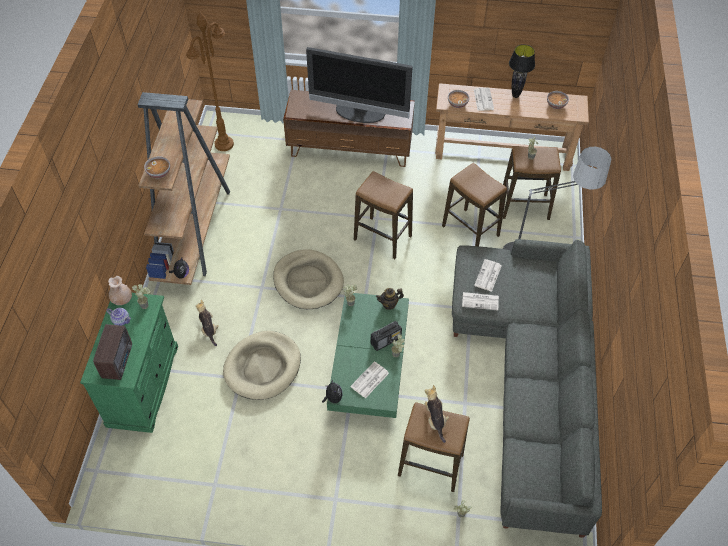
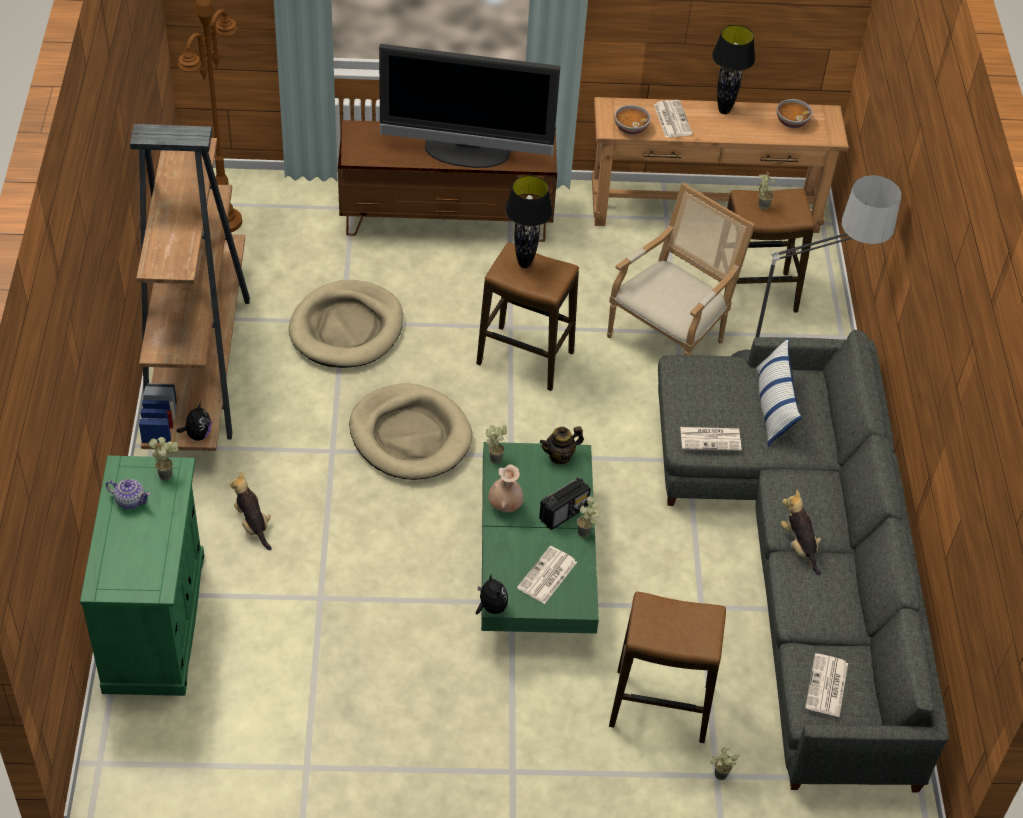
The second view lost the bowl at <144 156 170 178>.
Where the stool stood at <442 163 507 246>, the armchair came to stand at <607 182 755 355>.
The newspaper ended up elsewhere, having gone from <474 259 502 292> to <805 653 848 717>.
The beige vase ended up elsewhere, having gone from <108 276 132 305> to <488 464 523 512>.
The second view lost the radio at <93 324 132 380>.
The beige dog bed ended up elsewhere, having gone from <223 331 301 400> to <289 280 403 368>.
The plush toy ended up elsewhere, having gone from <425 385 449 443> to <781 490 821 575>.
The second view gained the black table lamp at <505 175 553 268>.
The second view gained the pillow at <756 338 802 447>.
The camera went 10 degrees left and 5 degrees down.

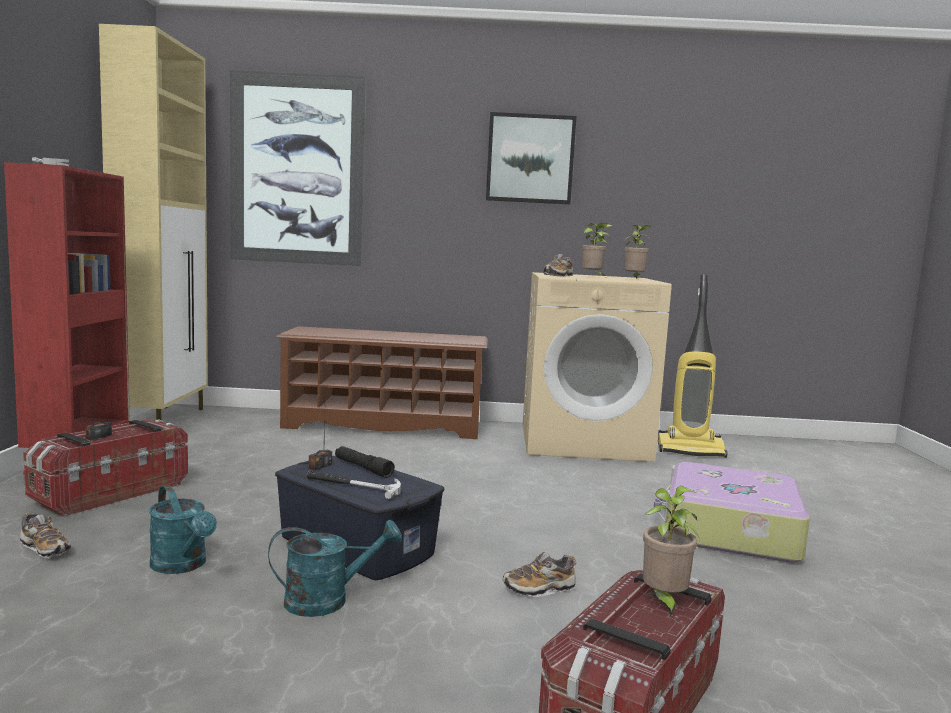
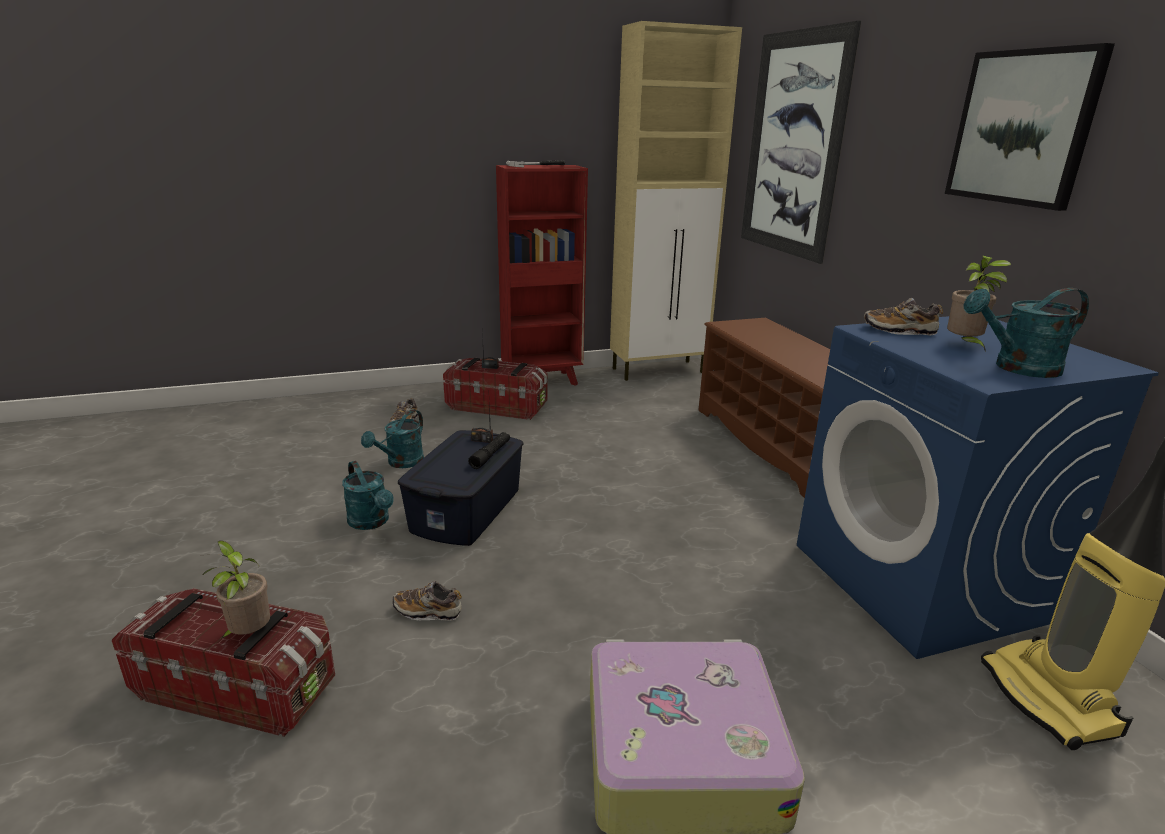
Where the potted plant stood at <624 225 651 279>, the turquoise watering can came to stand at <963 288 1089 378>.
What was the beige washing machine at <523 272 672 462> turned into the blue washing machine at <797 316 1159 659>.
The second view lost the hammer at <306 470 401 499>.
The shoe at <503 552 577 597> ended up facing another way, 45 degrees counterclockwise from before.
The camera went 70 degrees right and 15 degrees up.

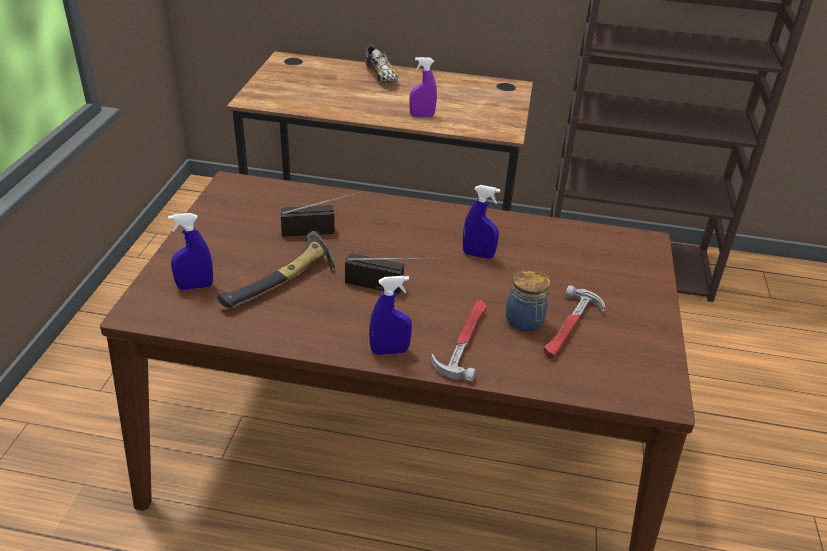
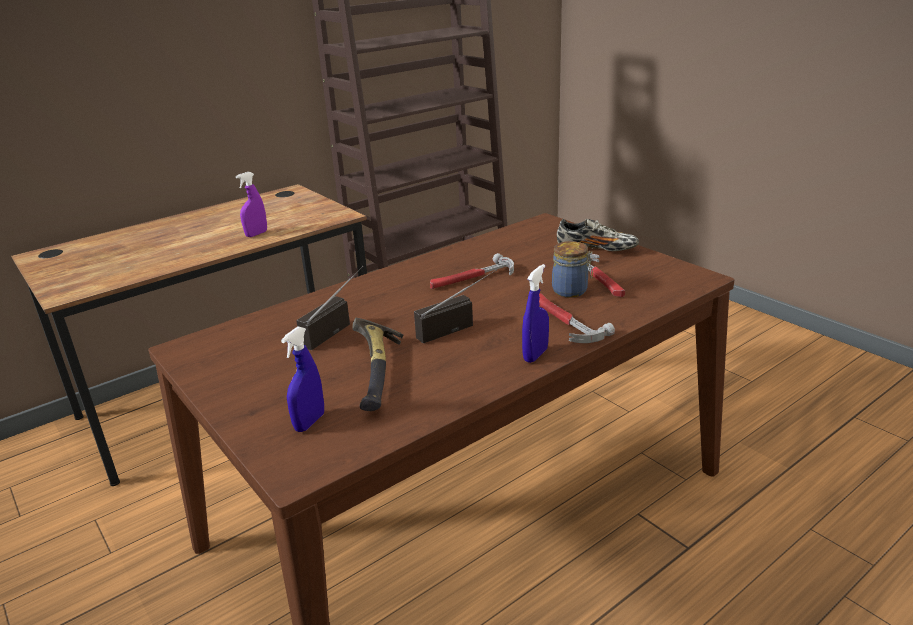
The shoe ended up elsewhere, having gone from <365 45 399 83> to <557 219 639 251>.
Where the blue spray bottle stood at <463 185 500 259>, the hammer came to stand at <430 253 514 289>.
The camera went 45 degrees left and 10 degrees down.

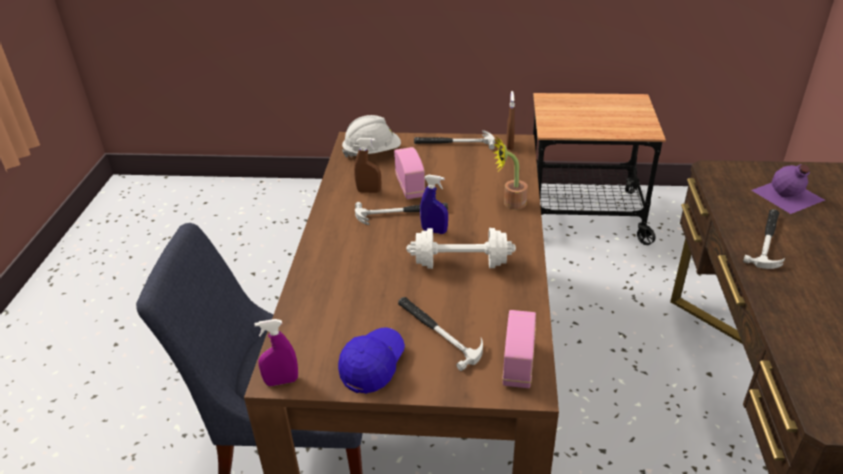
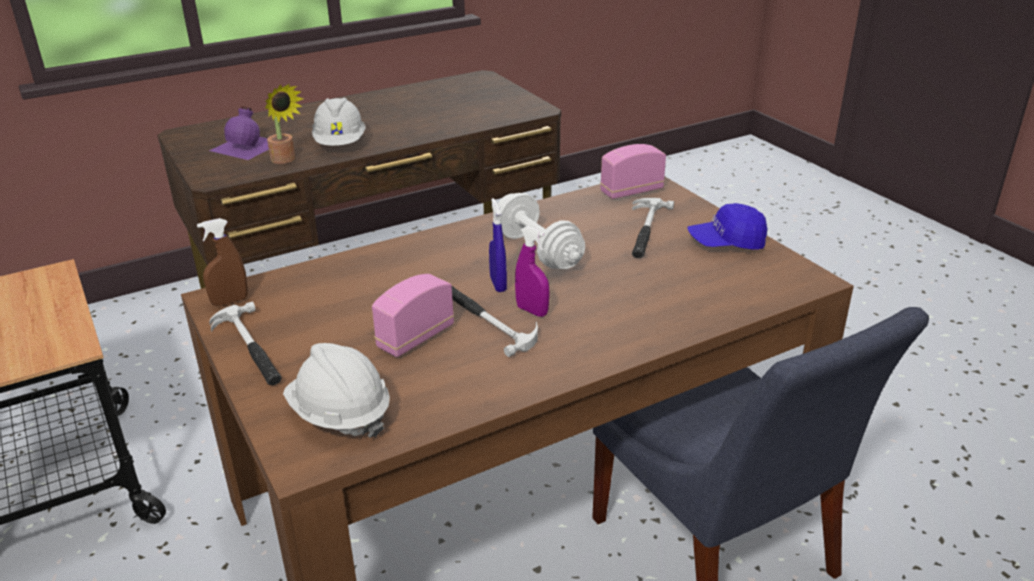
The potted plant ended up elsewhere, having gone from <493 136 528 210> to <265 84 303 164>.
The second view lost the brown spray bottle at <354 138 381 193>.
Where the hammer stood at <743 209 785 269>, the white hard hat came to stand at <312 97 366 146>.
The purple spray bottle ended up elsewhere, having gone from <254 319 298 386> to <515 226 549 317>.
The camera went 125 degrees left and 5 degrees down.

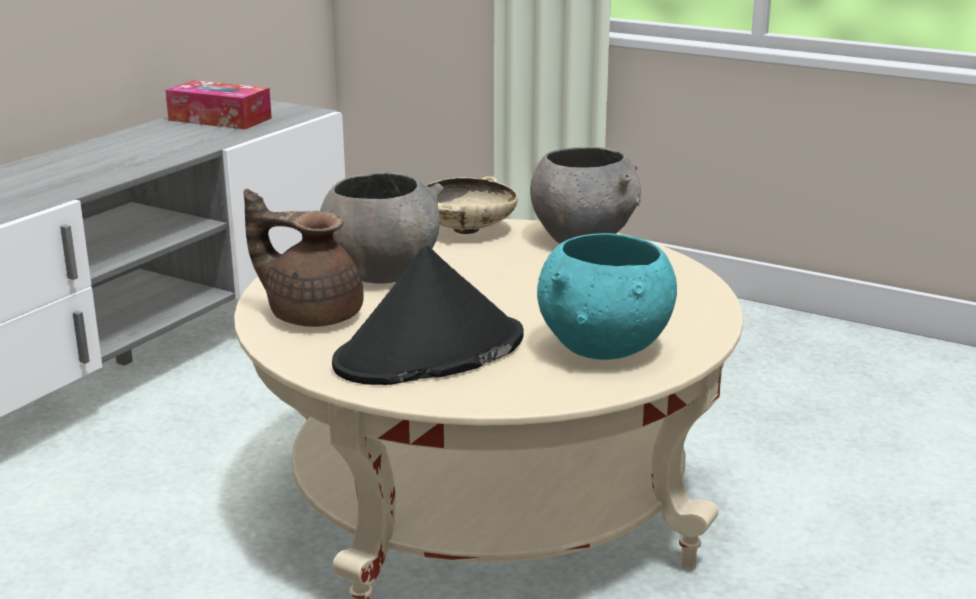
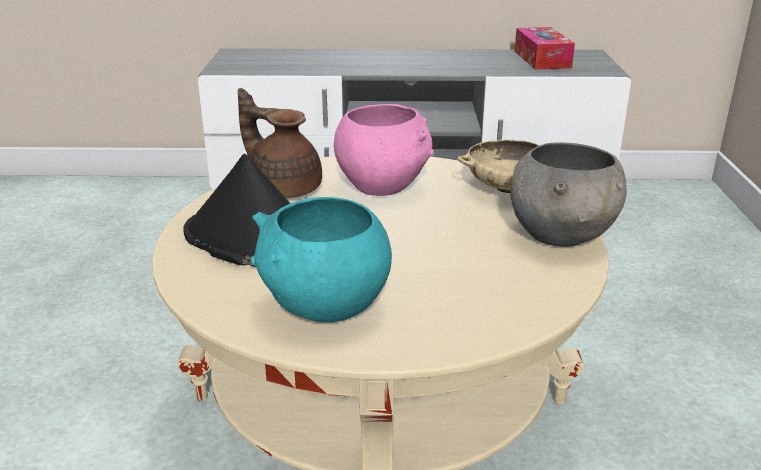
What was the grey bowl at <320 171 443 284> turned into the pink bowl at <334 104 434 196>.
The brown teapot at <244 189 364 327> ended up facing another way, 45 degrees counterclockwise from before.
The camera went 60 degrees right and 5 degrees up.

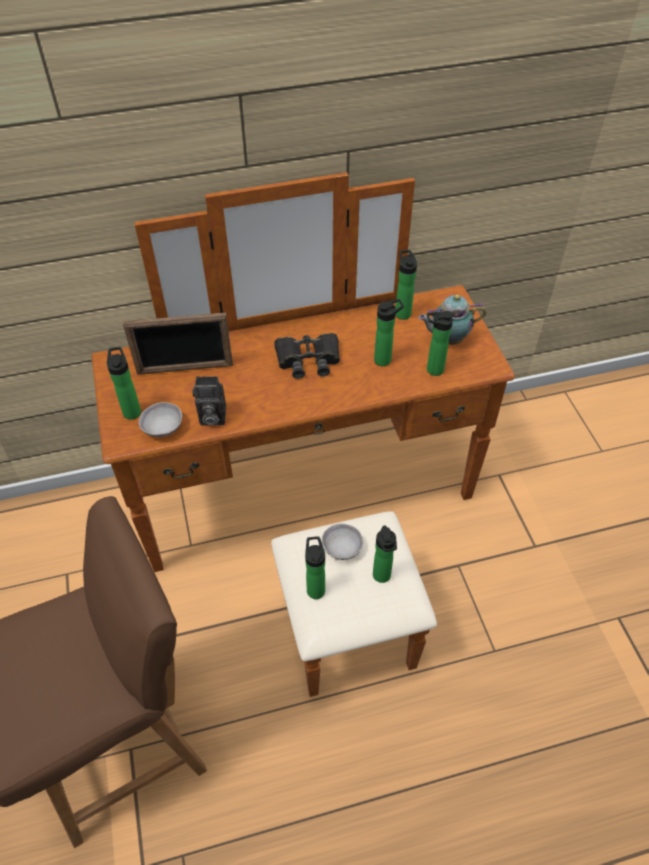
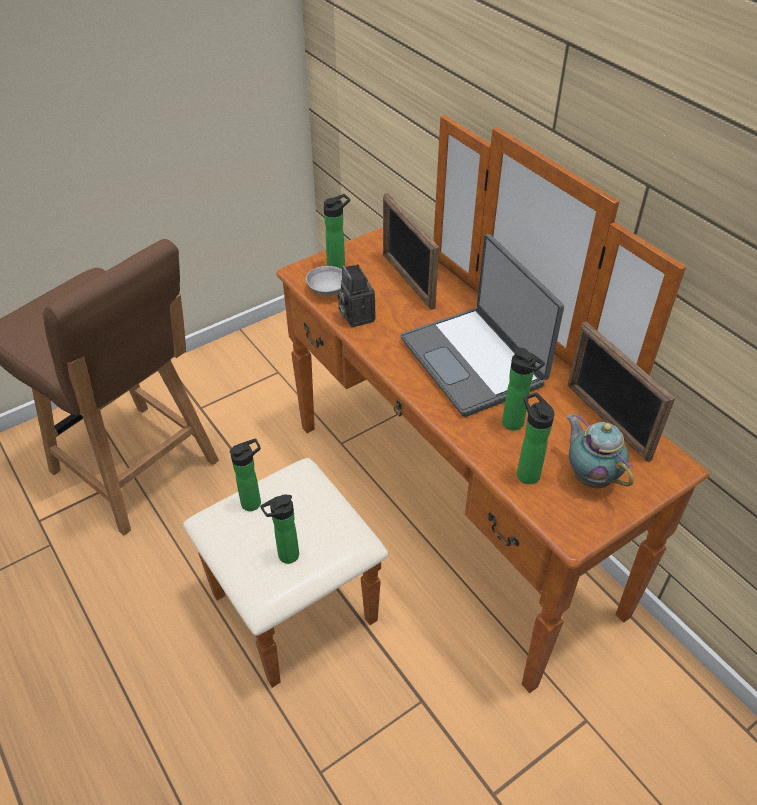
Where the bottle stood at <396 250 417 320>, the picture frame came to stand at <567 321 675 462>.
Where the black binoculars stood at <274 333 340 379>, the laptop came to stand at <400 234 564 417>.
The second view lost the grey bowl at <322 524 363 560>.
The camera went 70 degrees right and 5 degrees down.

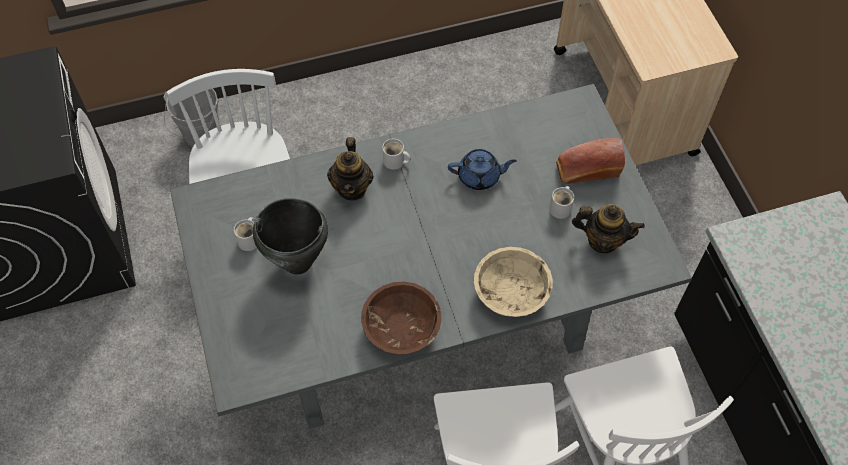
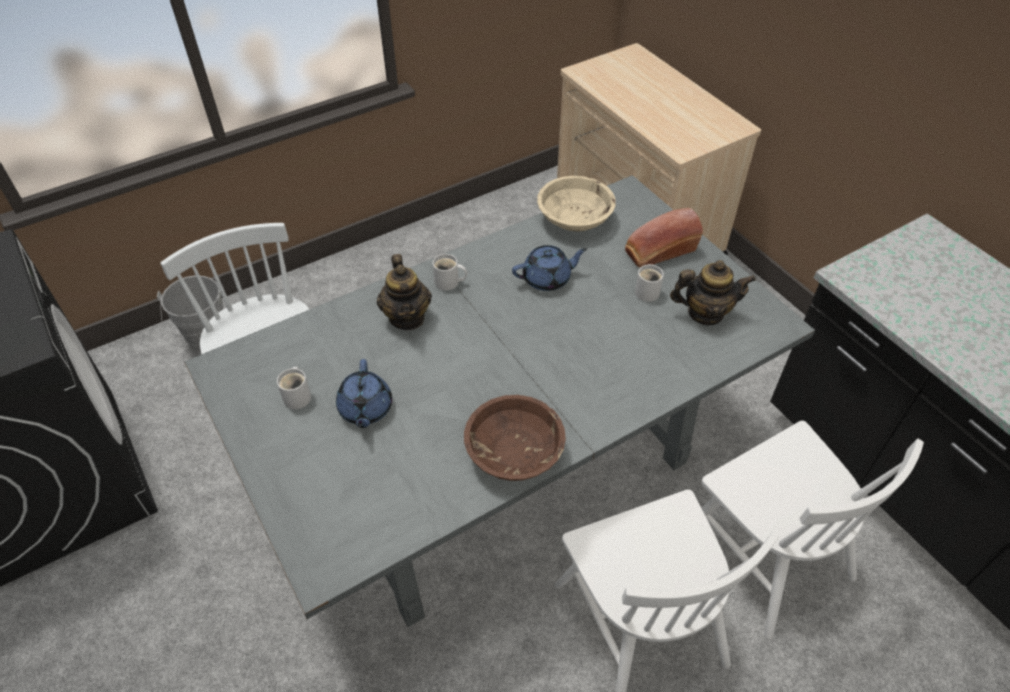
Where the black cooking pot stood at <253 198 328 275>, the blue teapot came to stand at <336 359 392 428>.
The beige bowl ended up elsewhere, having gone from <474 247 553 317> to <537 176 616 231>.
The camera went 15 degrees left and 10 degrees down.

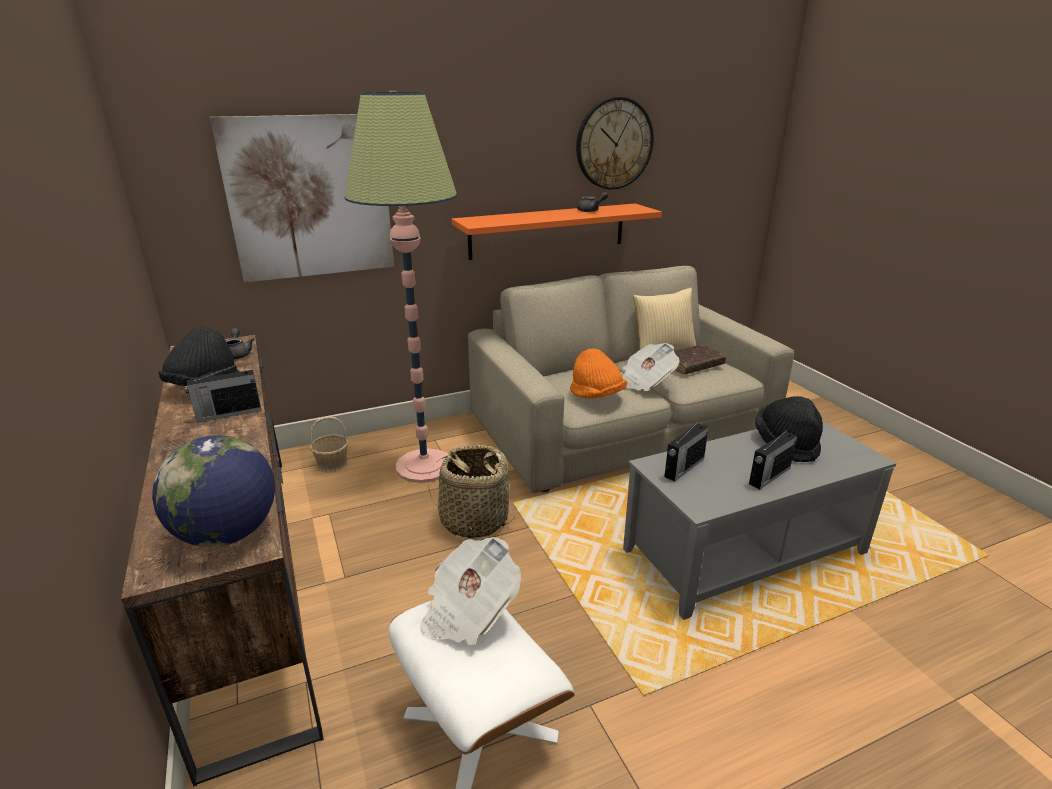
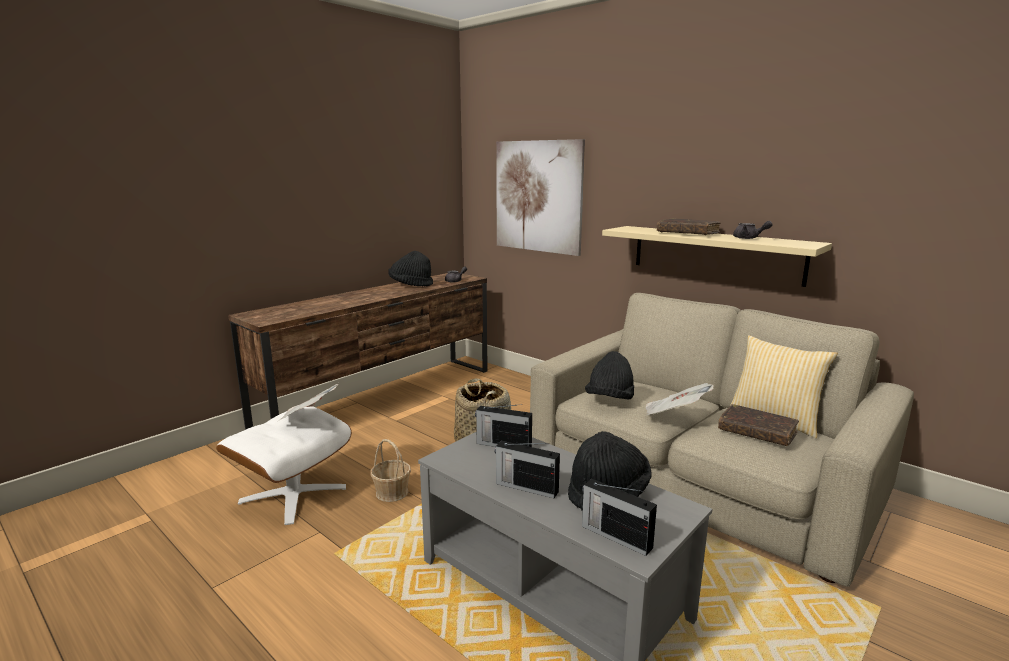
The second view lost the floor lamp at <344 91 457 483>.
The second view lost the wall clock at <576 97 654 189>.
What was the orange shelf at <452 204 662 260> turned into the beige shelf at <602 226 832 287>.
What was the orange hat at <570 349 627 399> turned into the black hat at <585 351 634 400>.
The radio ended up elsewhere, having gone from <185 363 262 423> to <582 479 657 556>.
The basket ended up elsewhere, having gone from <310 417 348 473> to <370 439 411 502>.
The second view lost the globe at <152 435 275 547>.
The second view gained the brown book at <657 218 721 235>.
The camera went 65 degrees right and 10 degrees down.

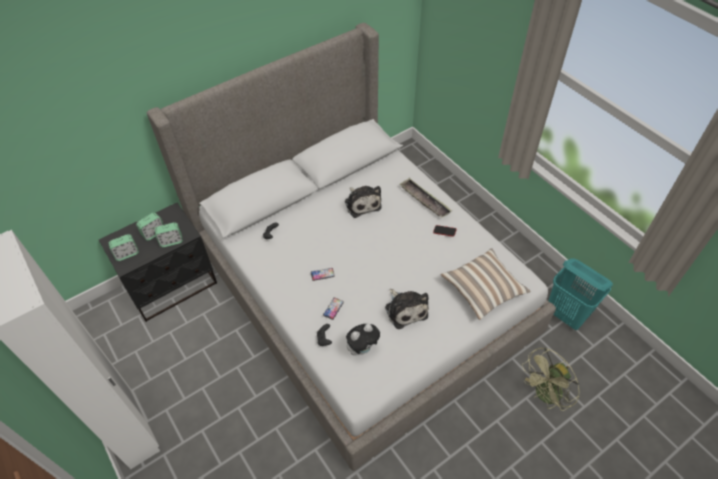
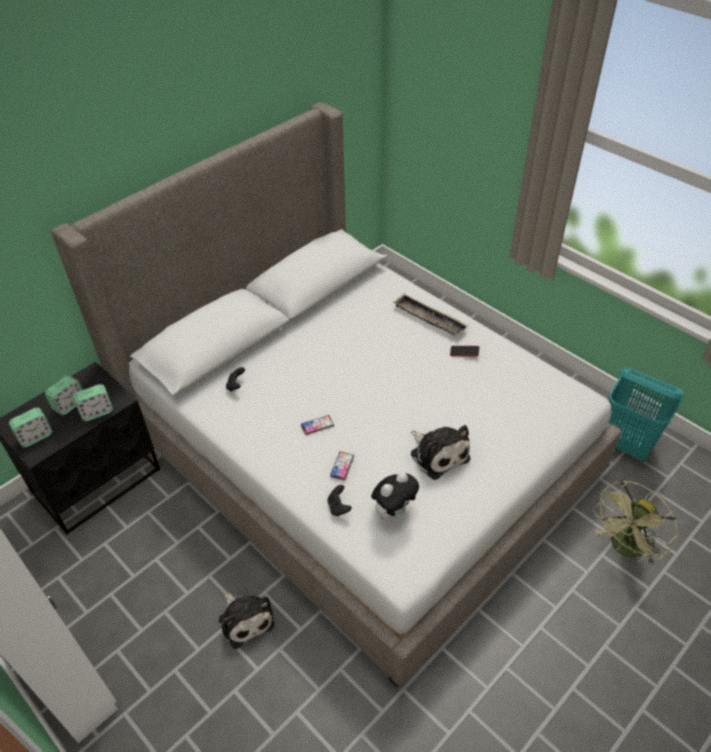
The plush toy ended up elsewhere, having gone from <345 186 381 218> to <219 592 274 649>.
The second view lost the pillow at <441 248 530 320>.
The camera went 10 degrees left and 5 degrees down.

